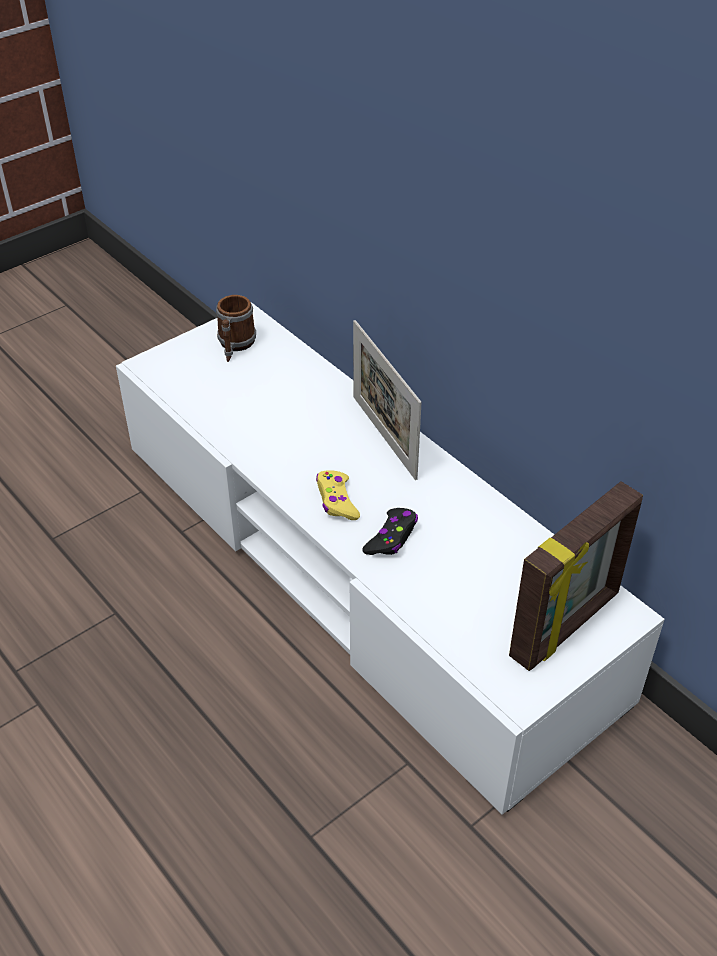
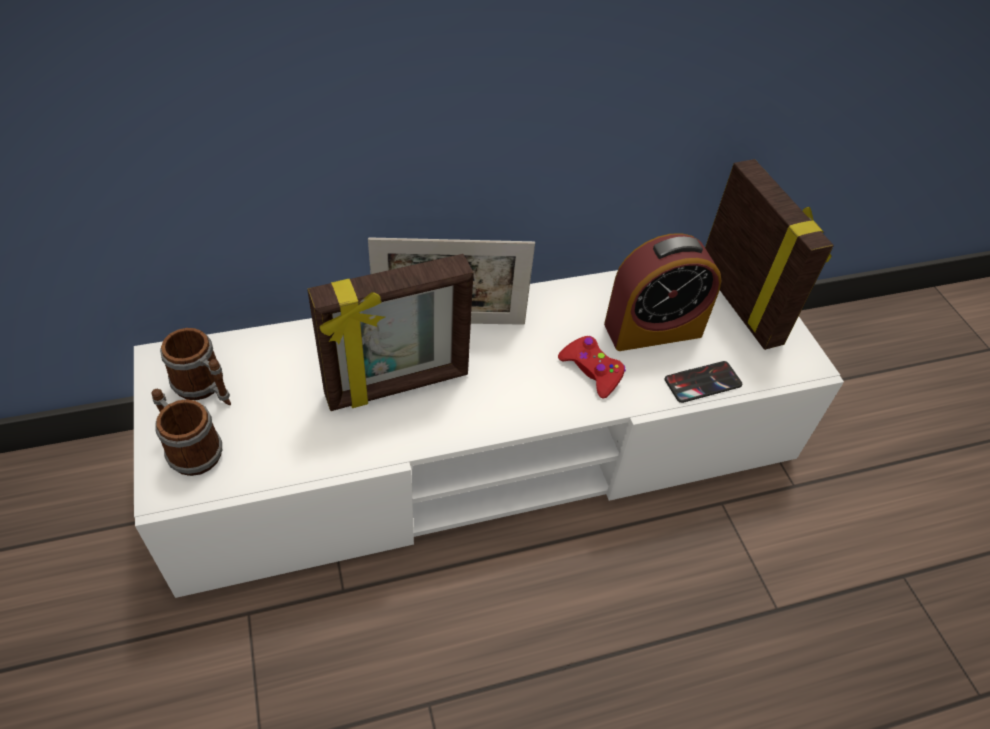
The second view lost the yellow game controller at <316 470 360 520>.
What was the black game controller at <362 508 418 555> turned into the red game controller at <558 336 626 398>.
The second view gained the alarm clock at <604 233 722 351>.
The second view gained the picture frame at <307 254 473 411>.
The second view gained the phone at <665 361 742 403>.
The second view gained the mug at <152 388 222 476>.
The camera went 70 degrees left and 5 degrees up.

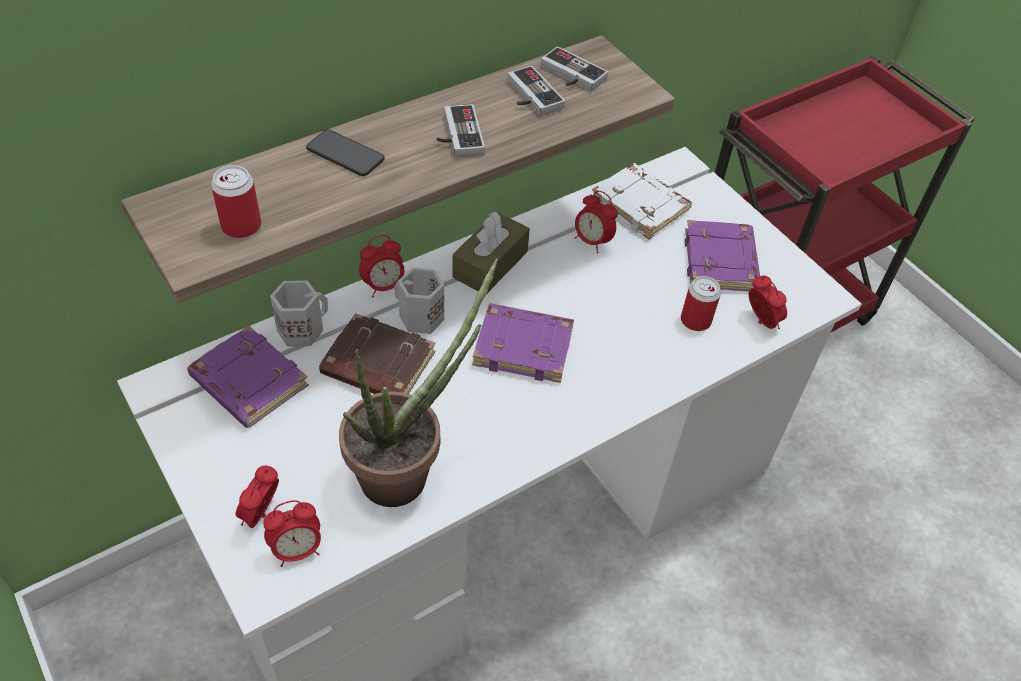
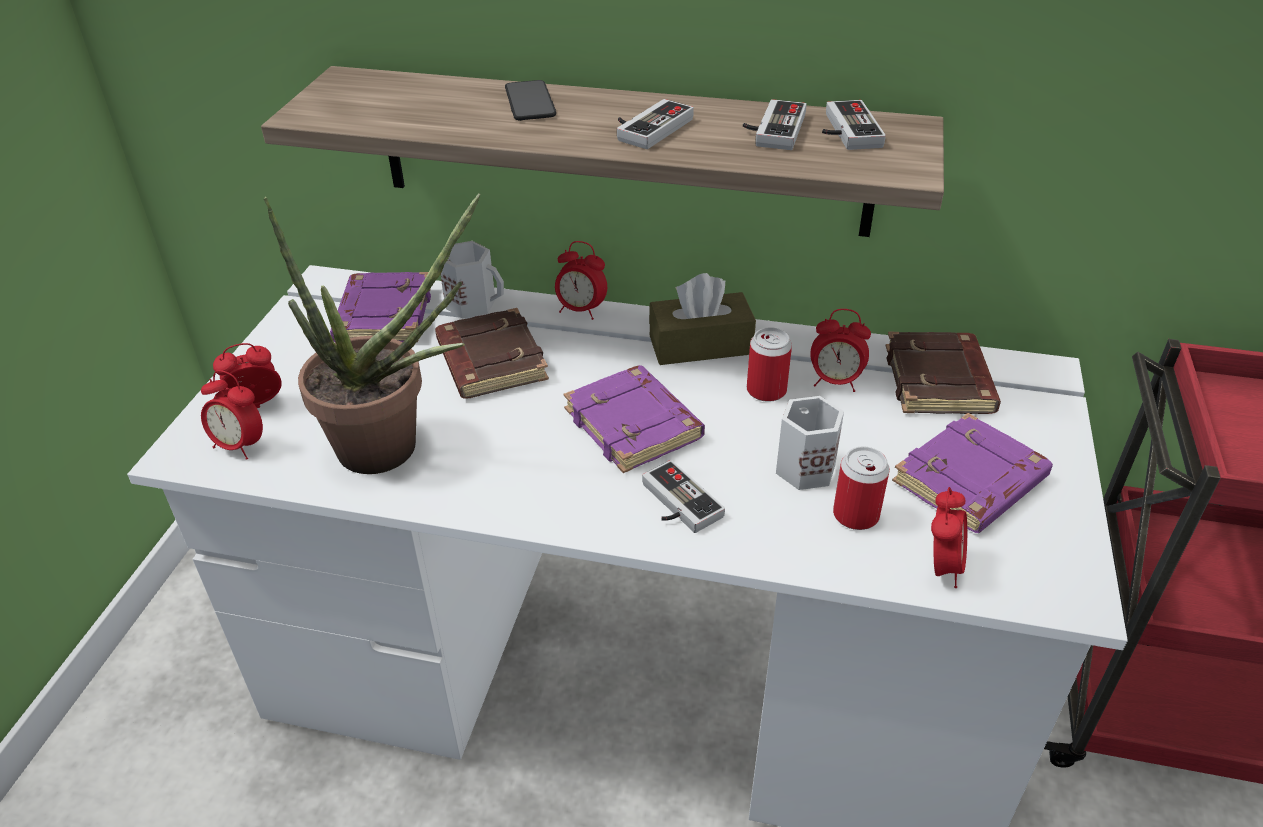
What was the white book at <592 163 692 239> turned into the brown book at <886 332 1001 414>.
The can ended up elsewhere, having gone from <211 165 261 238> to <747 327 792 402>.
The alarm clock at <575 191 618 253> ended up facing another way, 75 degrees counterclockwise from before.
The white mug ended up elsewhere, having gone from <394 267 444 334> to <776 396 844 490>.
The second view gained the game controller at <642 460 725 533>.
The camera went 50 degrees right and 10 degrees down.

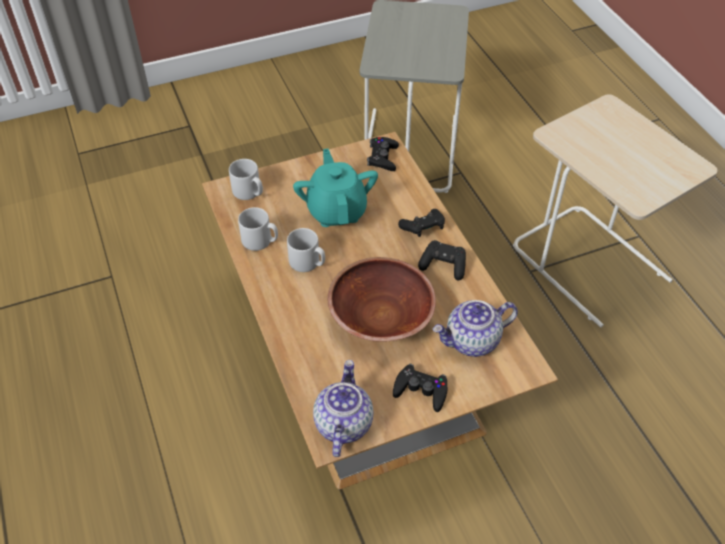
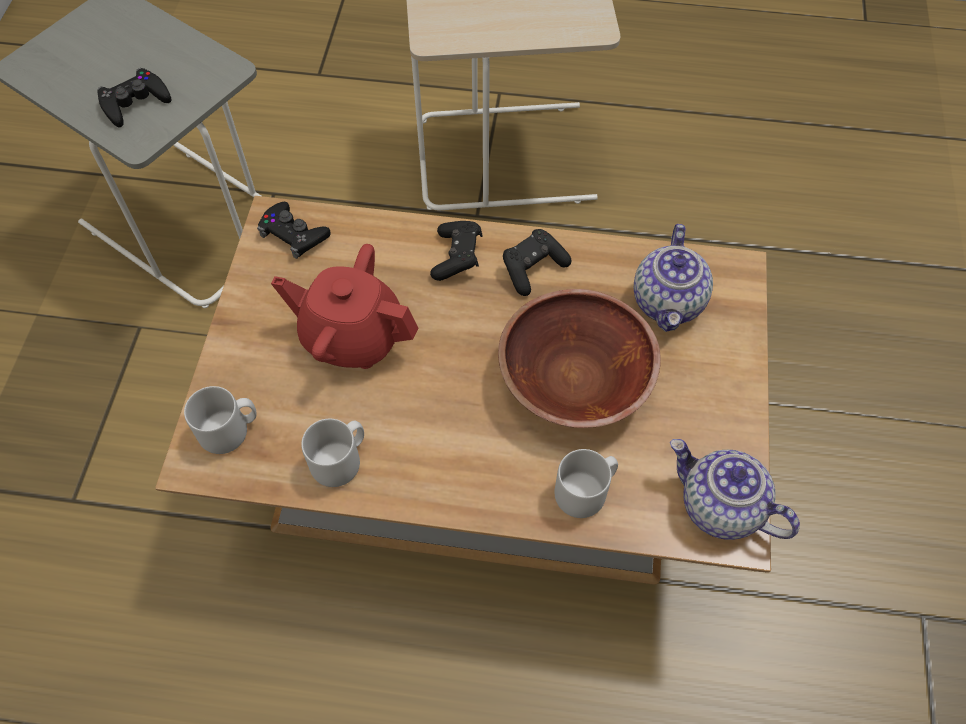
What was the turquoise teapot at <293 148 378 227> turned into the red teapot at <271 244 418 369>.
The grey mug ended up elsewhere, having gone from <287 228 325 272> to <554 449 618 518>.
The black game controller ended up elsewhere, having gone from <393 364 447 412> to <97 68 172 127>.
The camera went 60 degrees left and 10 degrees up.

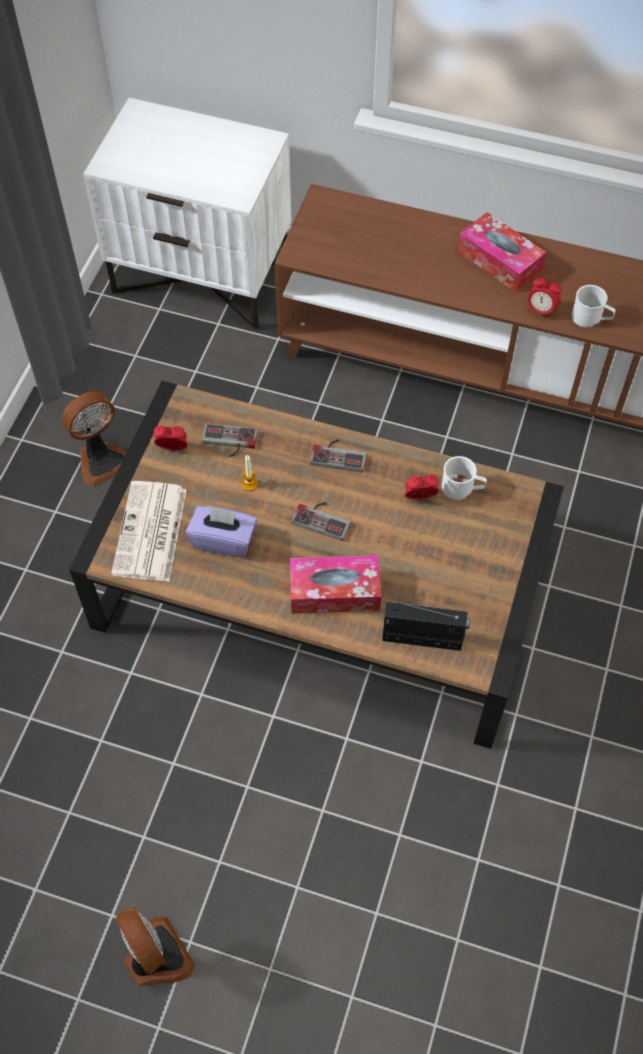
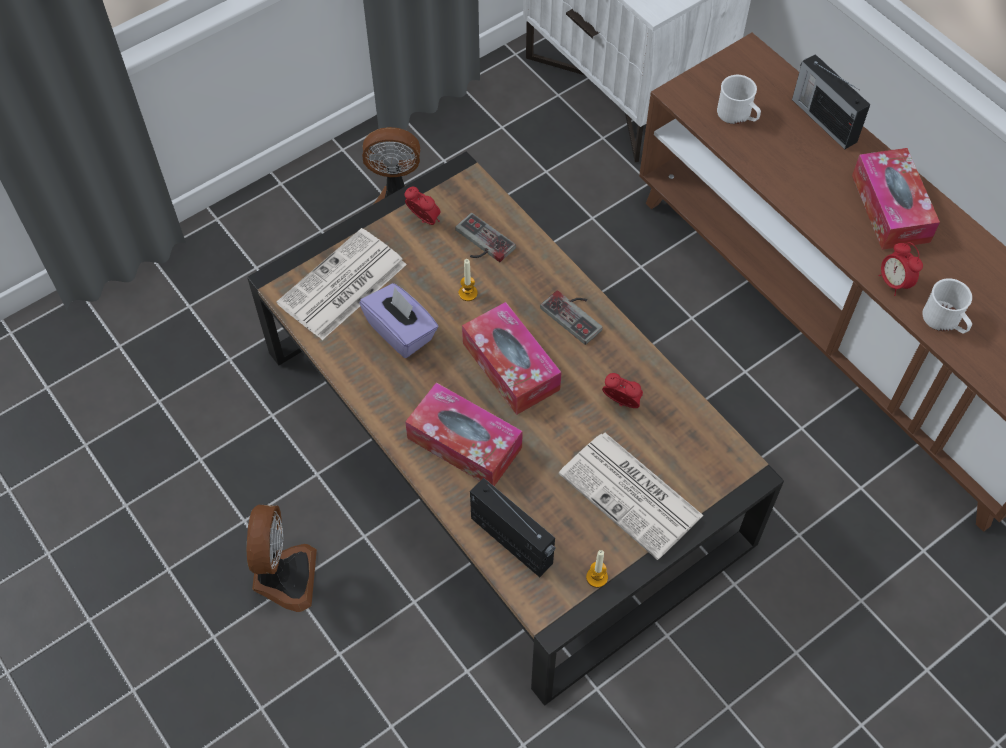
The white mug ended up elsewhere, having gone from <442 456 487 500> to <717 75 761 124>.
Where the game controller stood at <291 502 351 541>, the tissue box came to stand at <462 302 562 415>.
The fan ended up elsewhere, having gone from <115 905 196 986> to <247 505 317 612>.
The second view gained the radio at <792 54 870 149>.
The second view gained the newspaper at <559 433 704 560>.
The second view gained the candle at <586 550 608 588>.
The camera went 35 degrees right and 0 degrees up.

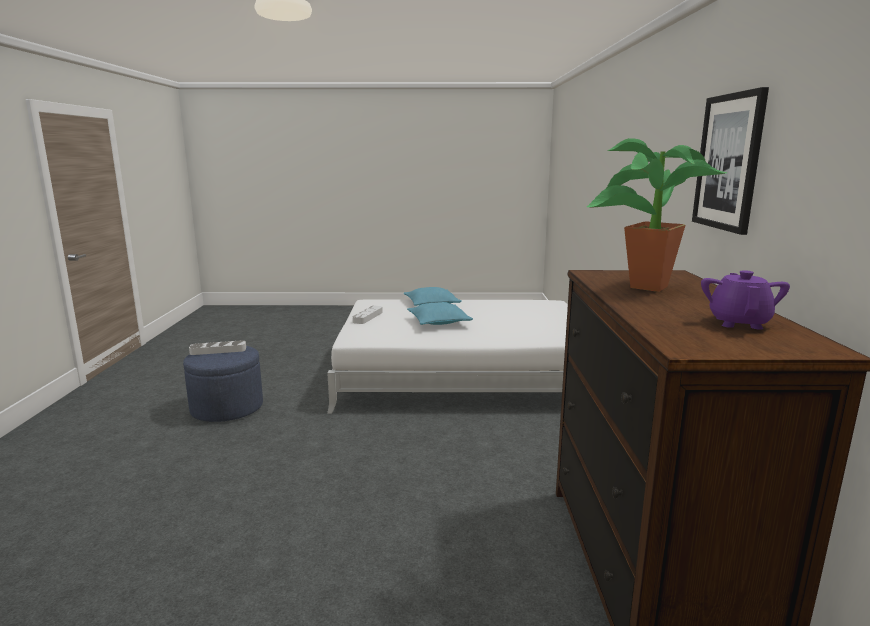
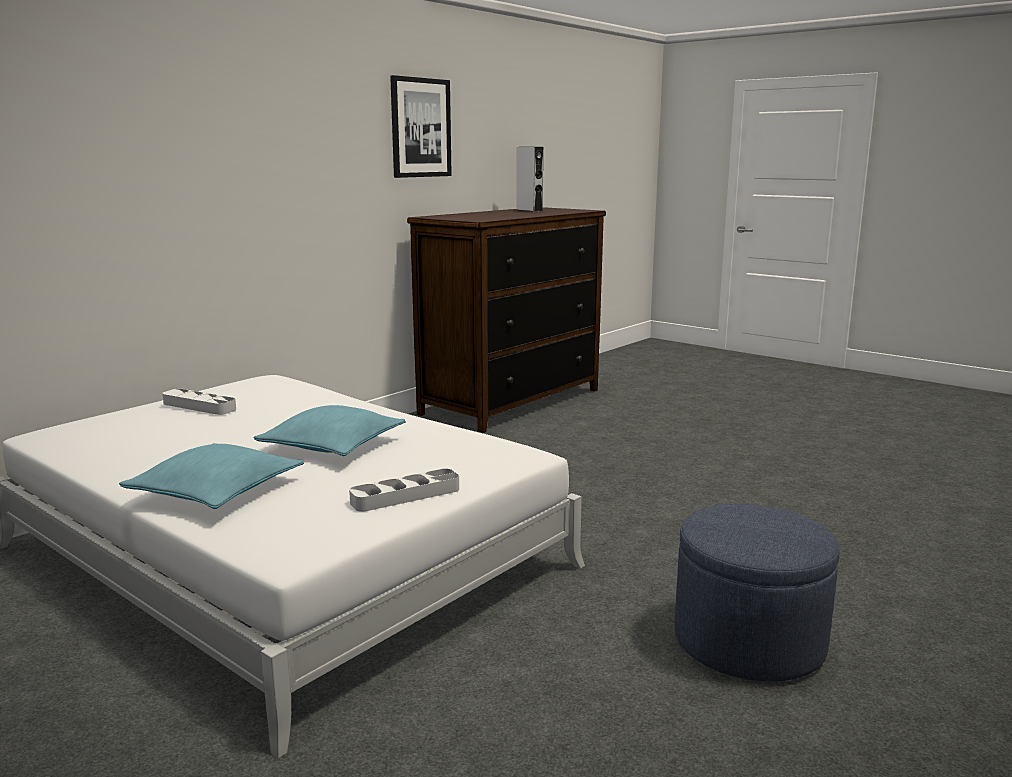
The second view lost the potted plant at <587 138 727 292>.
Where the purple teapot stood at <701 270 790 330>, the grey speaker came to stand at <516 147 543 212>.
The grey tray ended up elsewhere, having gone from <189 340 246 355> to <162 389 236 415>.
The camera went 140 degrees left and 0 degrees up.

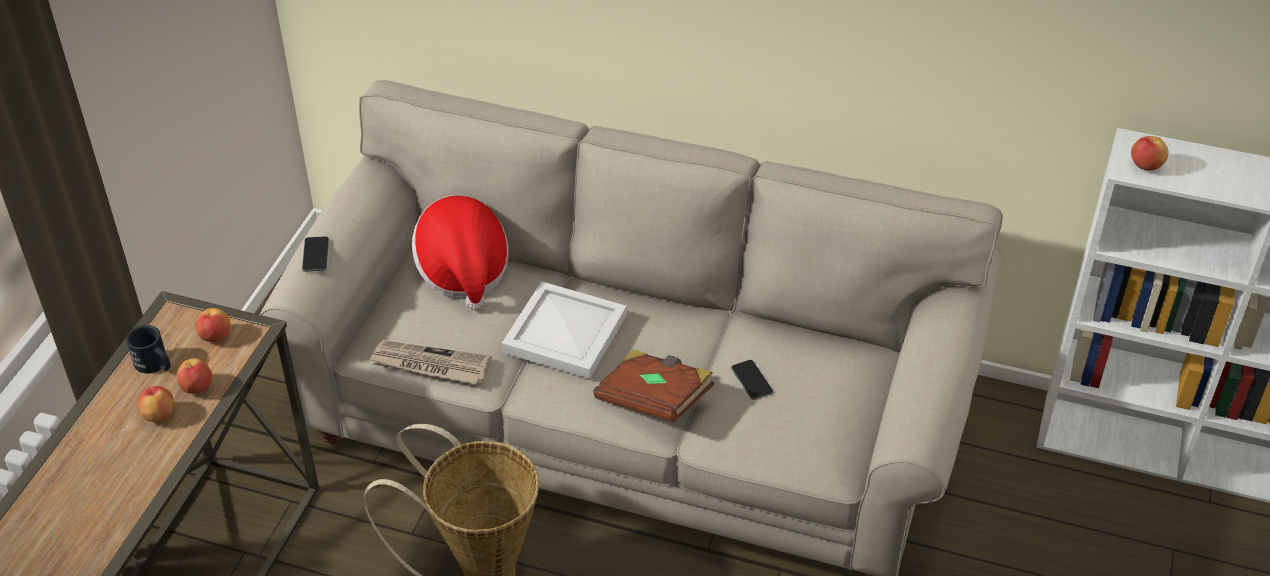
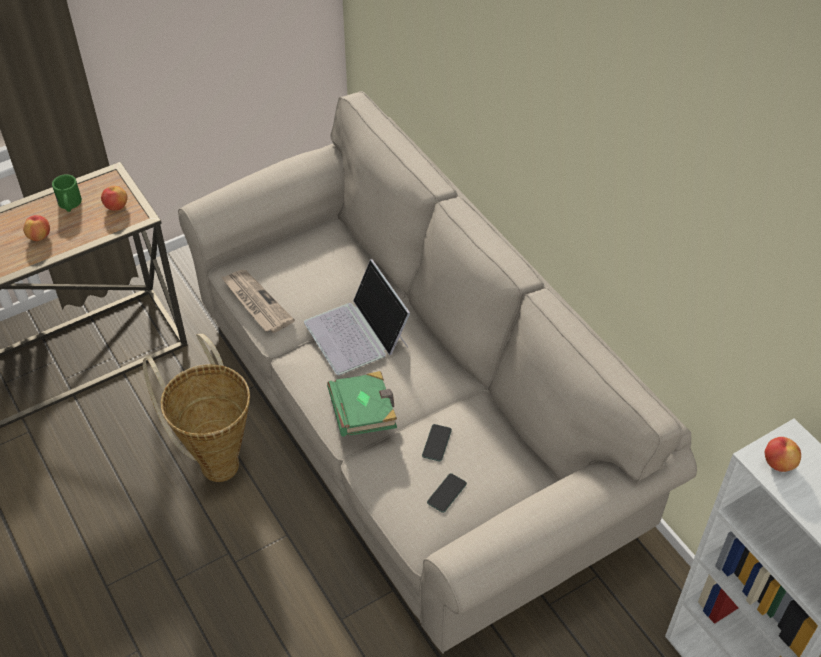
The second view lost the hat at <412 196 509 310>.
The phone ended up elsewhere, having gone from <302 236 329 272> to <427 473 467 513>.
Where the white tray stood at <502 281 627 379>, the laptop came to stand at <304 259 410 375>.
What was the black mug at <126 325 170 373> turned into the green mug at <52 174 82 212>.
What was the brown book at <593 349 714 423> turned into the green book at <327 371 397 437>.
The second view lost the apple at <177 358 212 394>.
The camera went 40 degrees right and 5 degrees up.

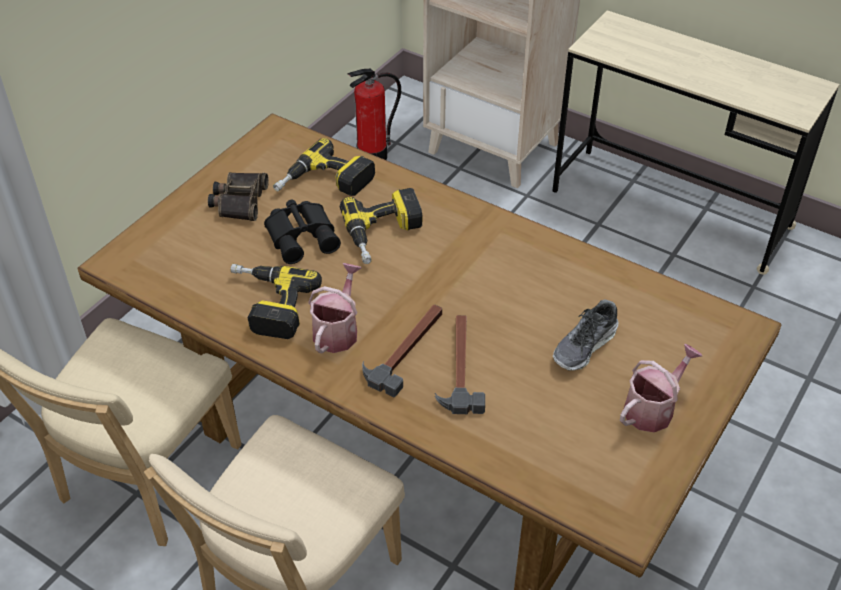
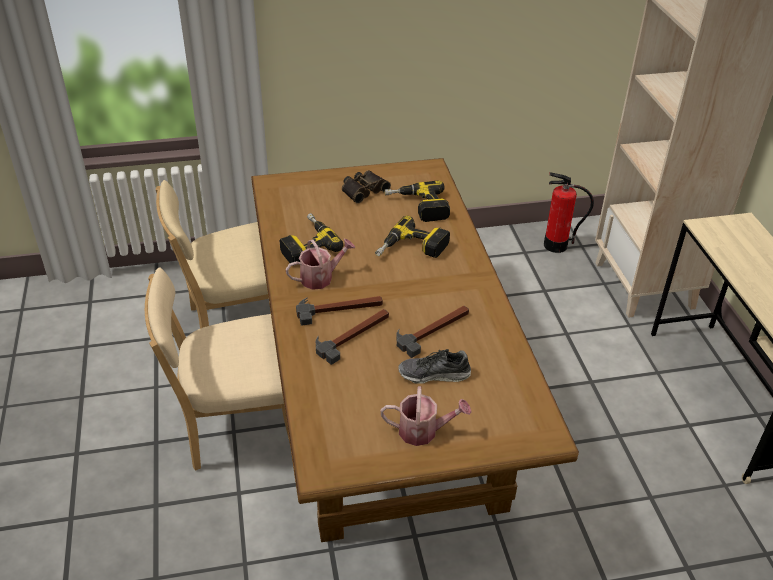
The second view lost the black binoculars at <264 199 341 264>.
The second view gained the hammer at <396 305 469 358>.
The camera went 45 degrees right and 5 degrees down.

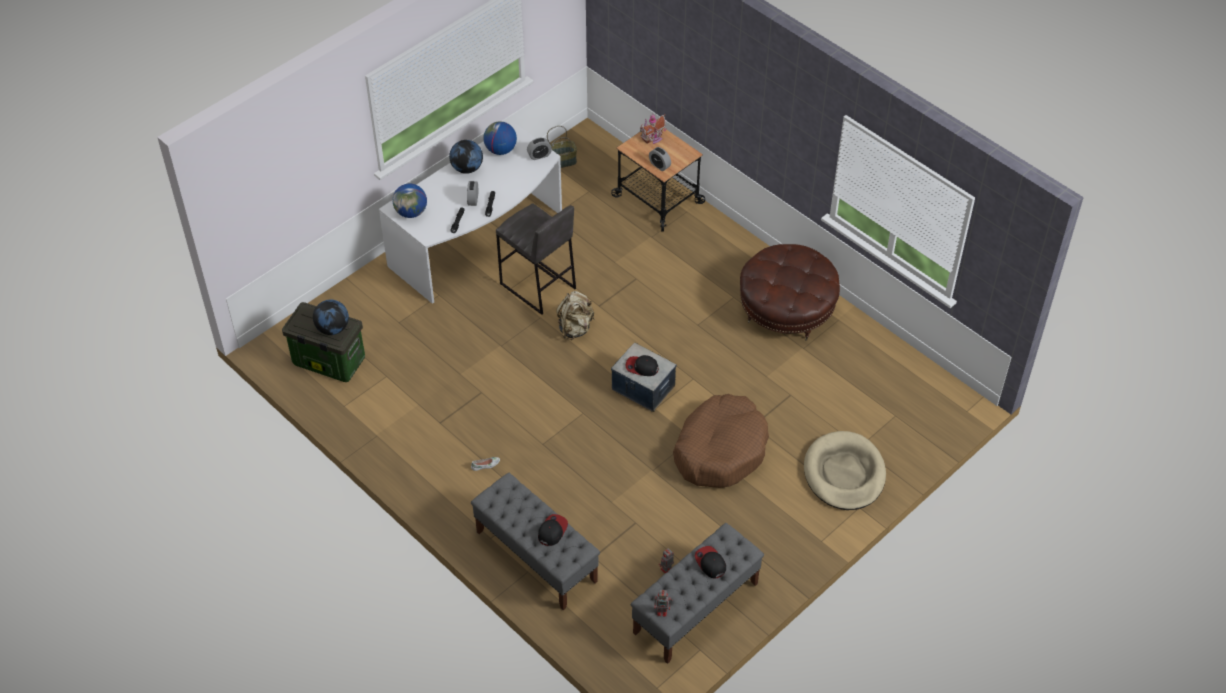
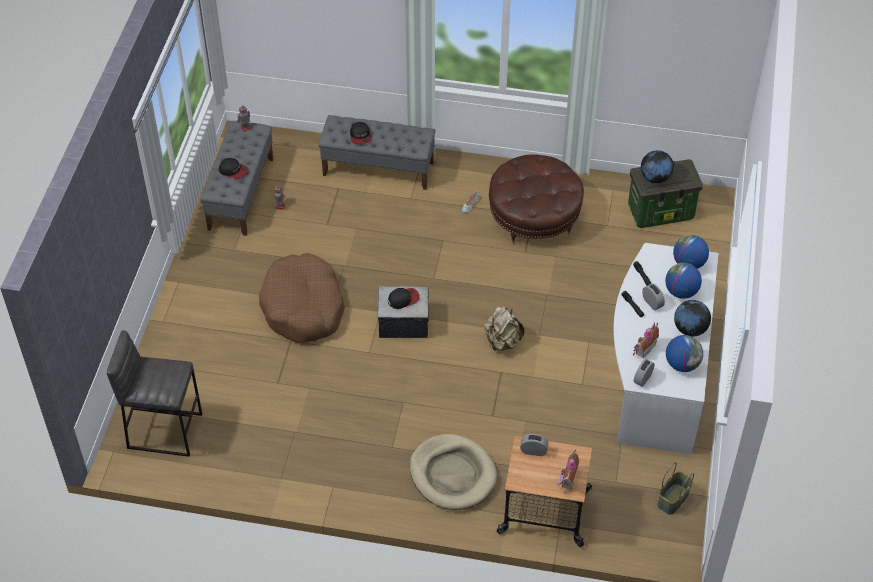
The grey stool ended up elsewhere, having gone from <496 203 576 315> to <107 330 202 457>.
The brown ottoman ended up elsewhere, having gone from <740 244 840 341> to <489 155 584 244>.
The beige dog bed ended up elsewhere, having gone from <804 431 886 510> to <410 434 497 510>.
The second view gained the globe at <665 263 702 299>.
The second view gained the toy house at <633 322 659 359>.
The camera went 145 degrees right and 0 degrees up.

